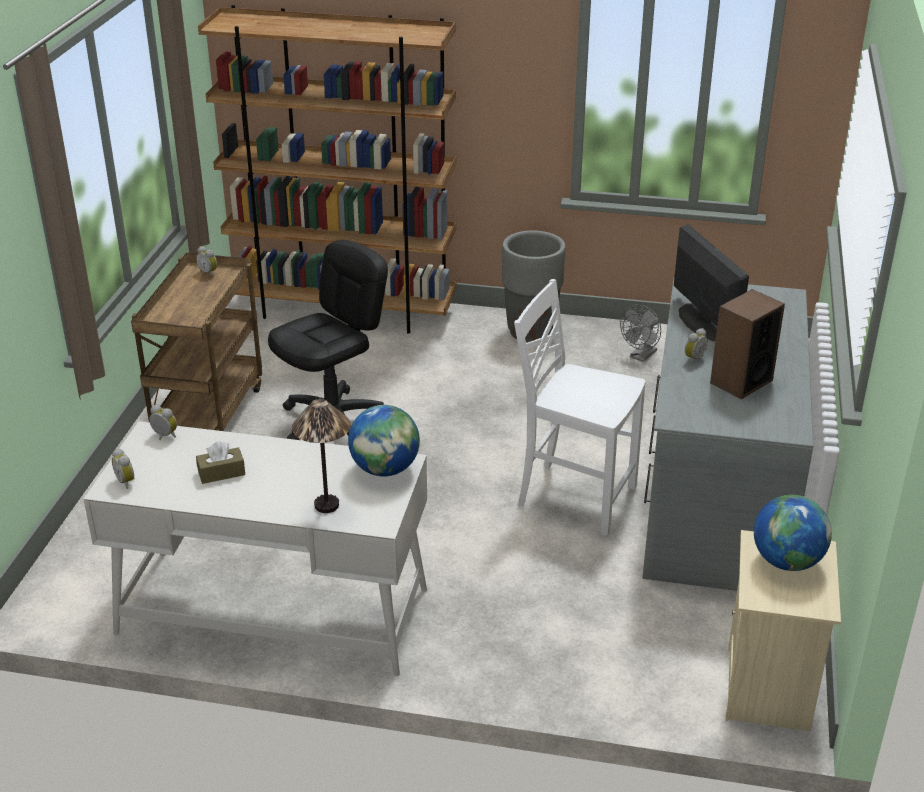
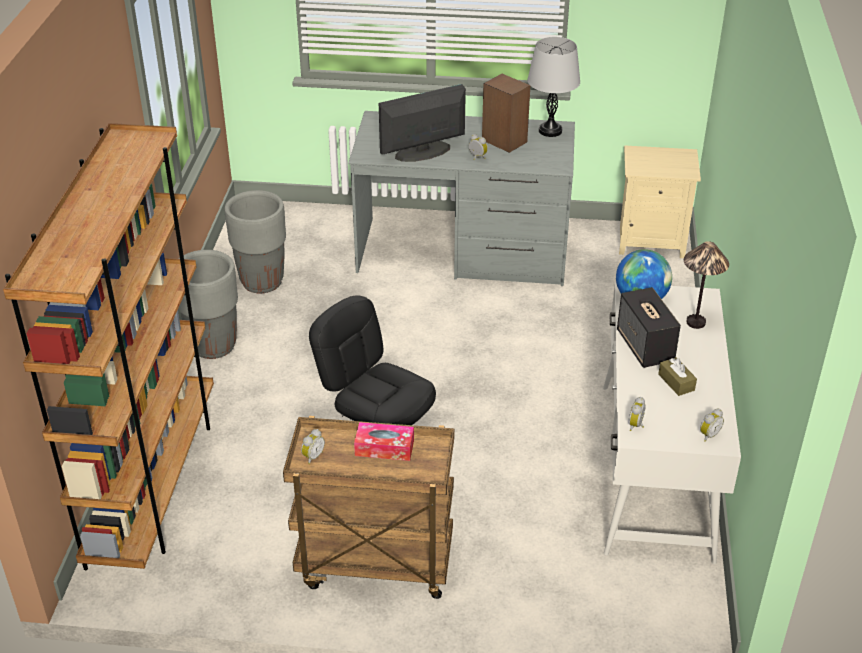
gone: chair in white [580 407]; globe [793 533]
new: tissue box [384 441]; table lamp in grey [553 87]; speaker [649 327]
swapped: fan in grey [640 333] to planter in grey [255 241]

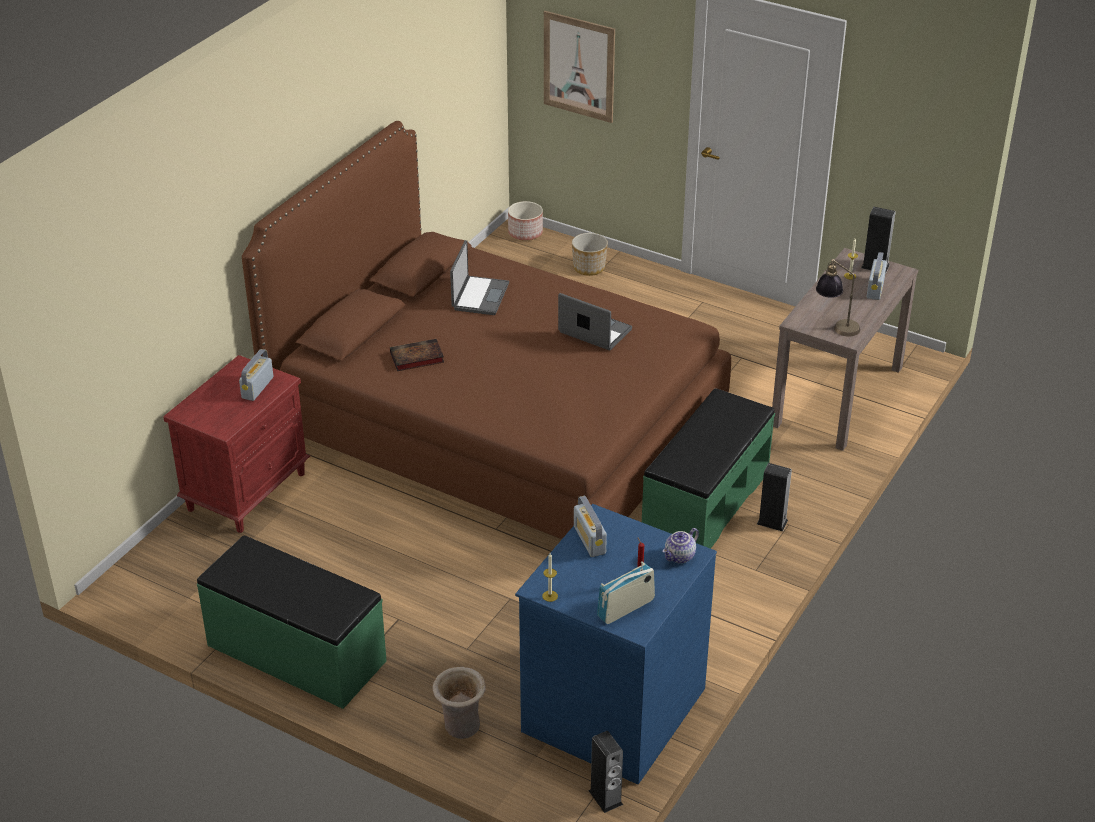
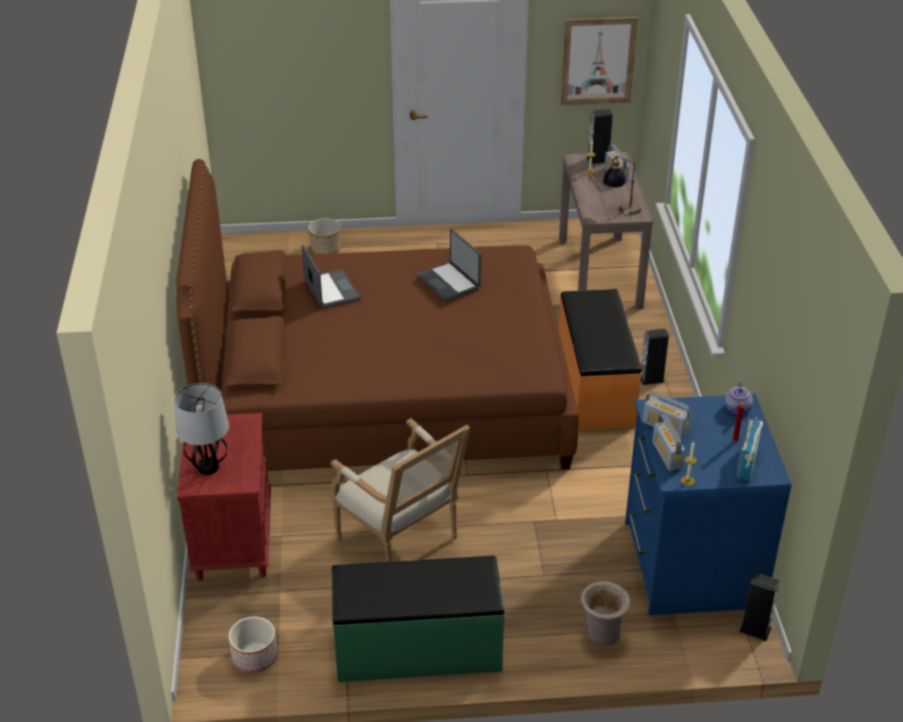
gone: book [417 355]
new: table lamp [202 429]; armchair [400 490]
shifted: radio [256 375] to [668 442]; planter [525 221] to [253 645]; picture [579 67] to [599 61]
repainted: bench in green [708 468] to bench in orange [600 360]
rotated: laptop [595 321] = [449 265] 120 degrees counterclockwise

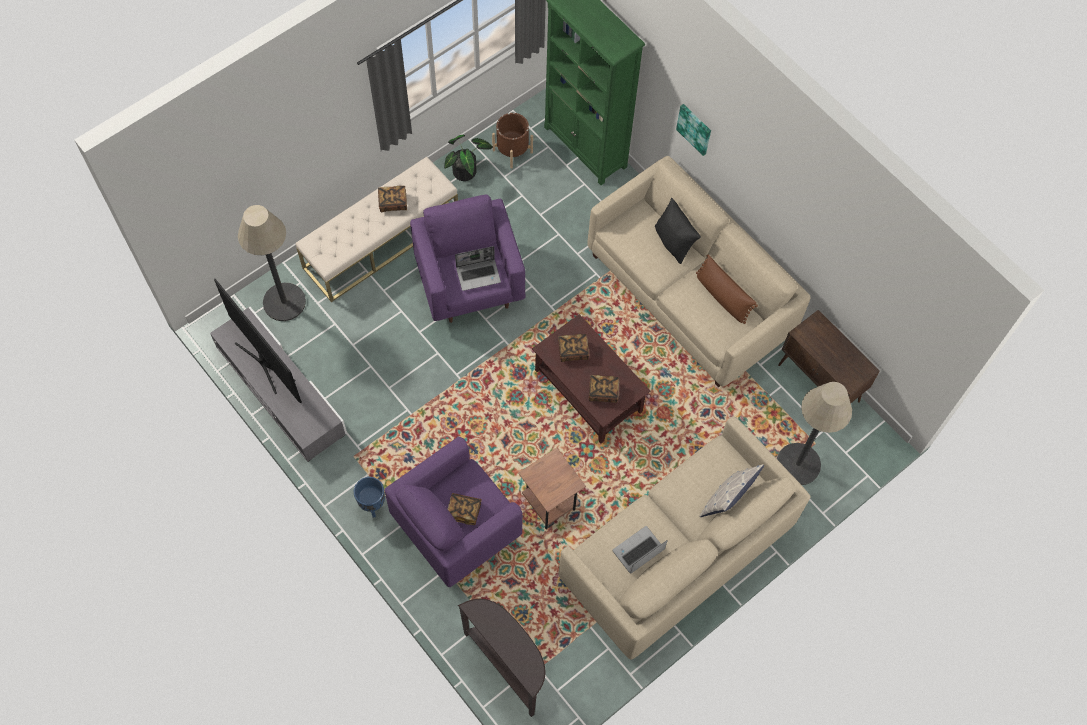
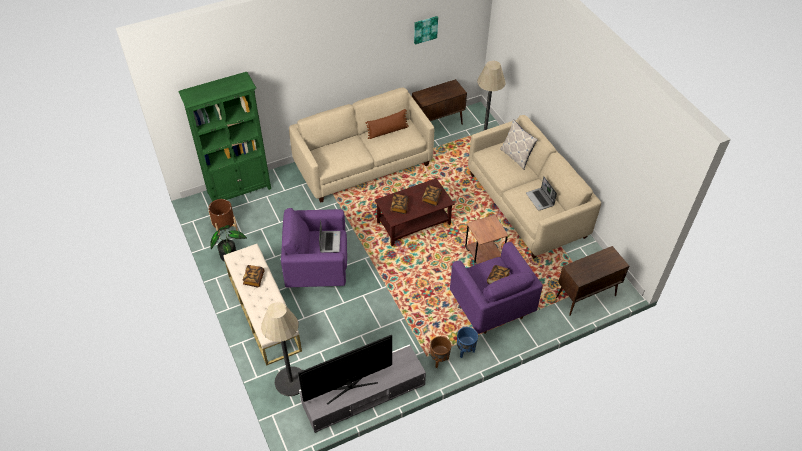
gone: pillow in black [678 231]
new: planter in brown [440 352]
shifted: picture [693 130] to [426 30]
swapped: console table in brown [501 658] to cabinet in brown [592 281]

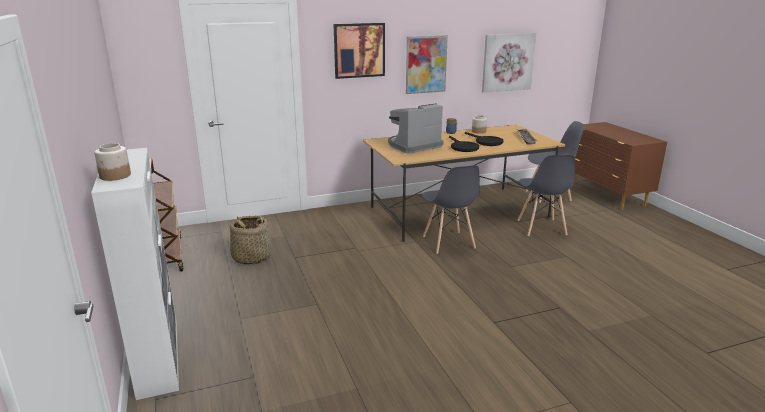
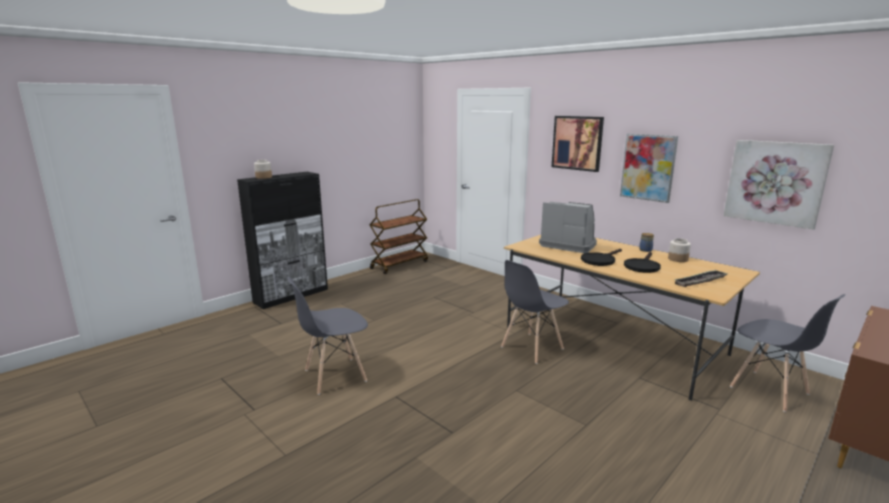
gone: basket [249 240]
shifted: chair in grey [546 195] to [327 336]
repainted: cabinet in white [135 274] to cabinet in black [282 240]

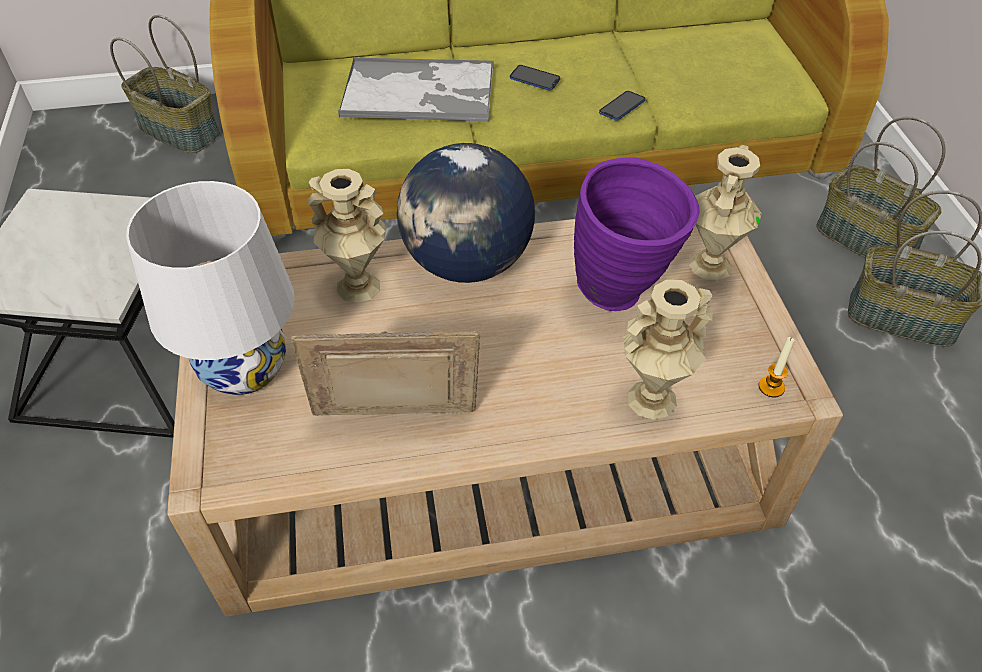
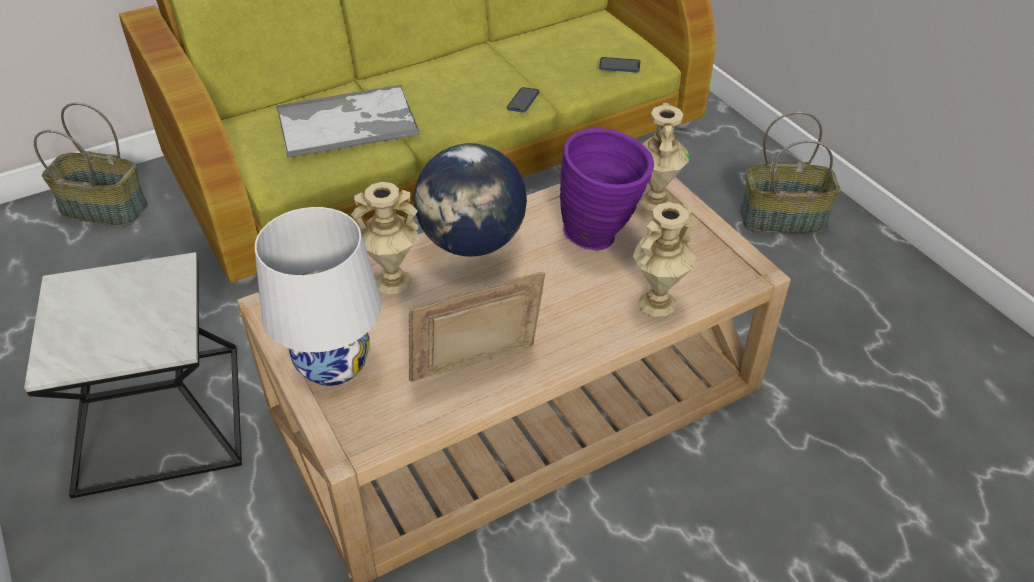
gone: candle [776 367]; basket [881 187]
shifted: phone [535 78] to [620 65]

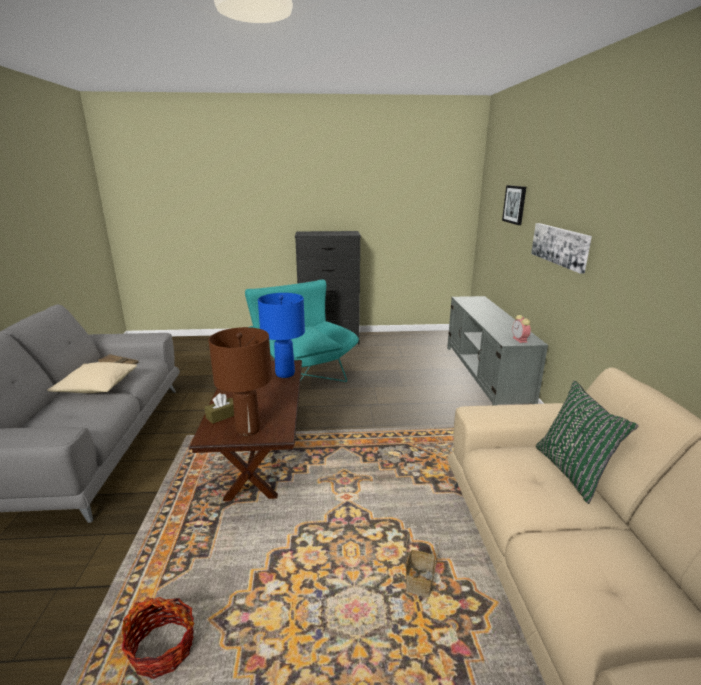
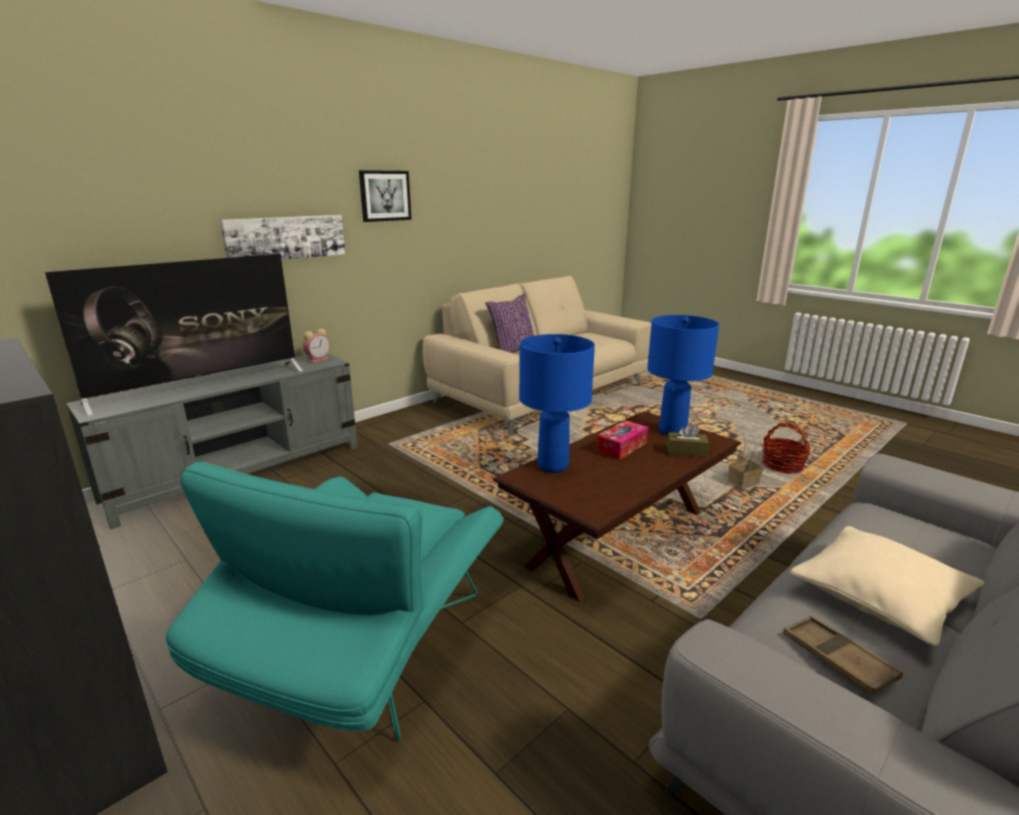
new: television [174 335]; tissue box [622 440]
shifted: basket [423 564] to [746 461]; picture [514 205] to [385 196]
repainted: table lamp in brown [240 381] to table lamp in blue [683 375]; pillow in green [587 442] to pillow in purple [510 323]

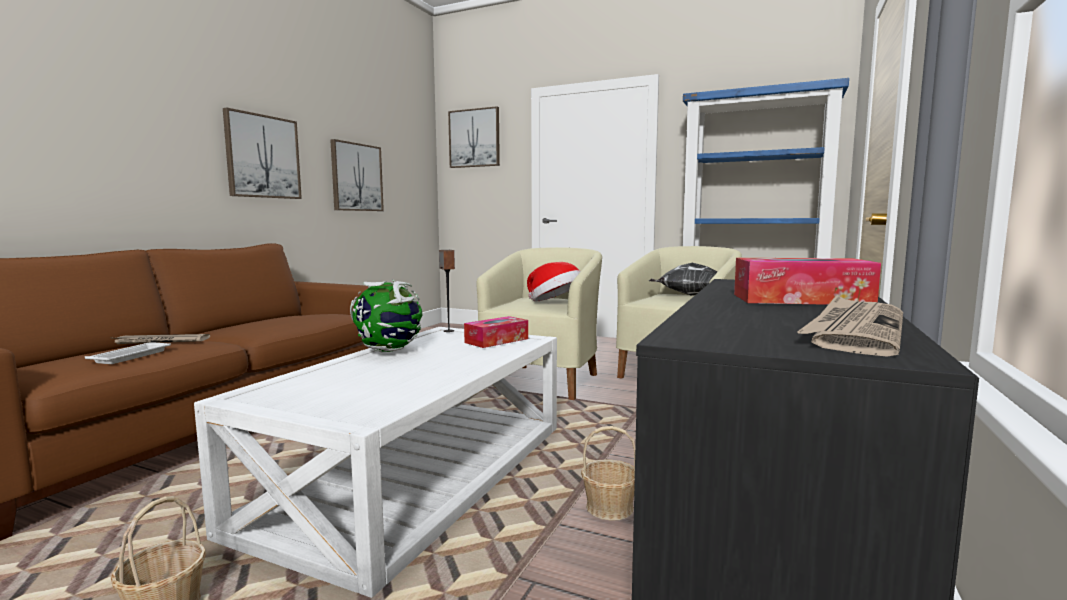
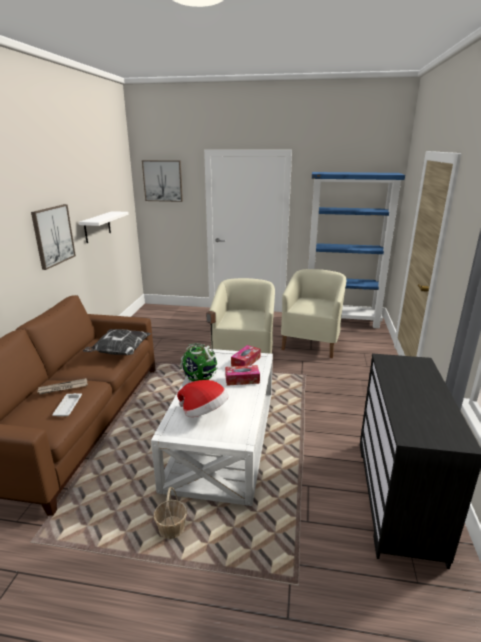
gone: basket [608 473]; newspaper [850 326]
shifted: hat [553 281] to [202 398]; pillow [683 279] to [117 342]; tissue box [807 281] to [242 375]
swapped: picture [357 175] to shelf in white [104 227]

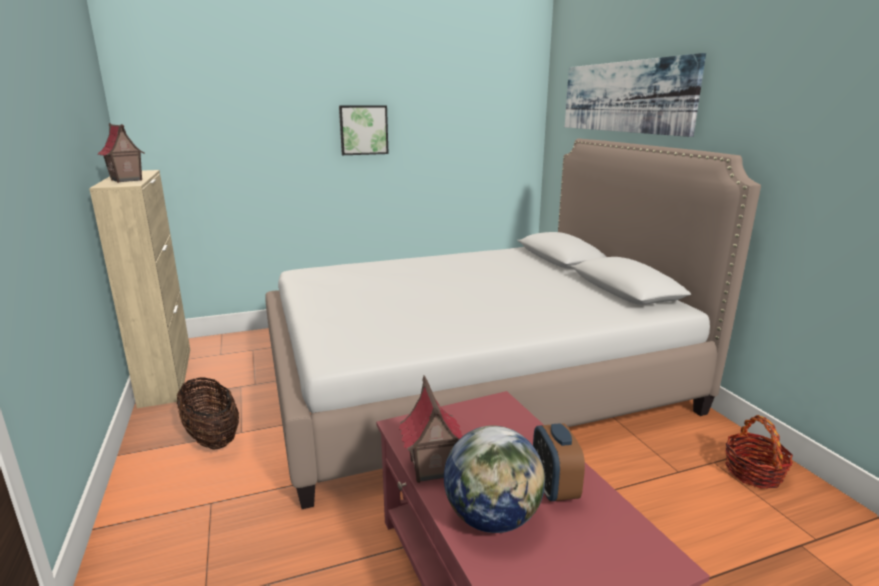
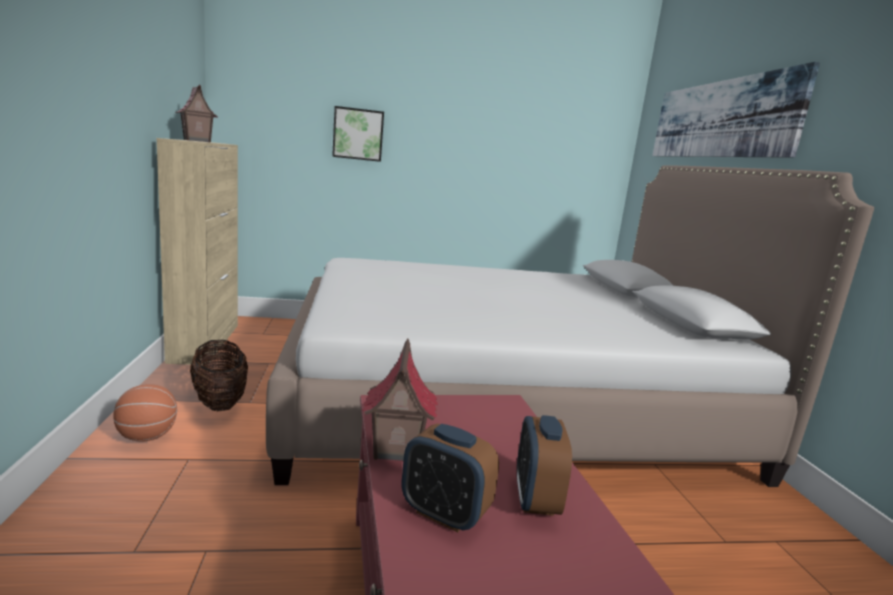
gone: basket [759 452]
new: basketball [145 413]
shifted: picture [364 130] to [358 134]
swapped: globe [494 479] to alarm clock [450 478]

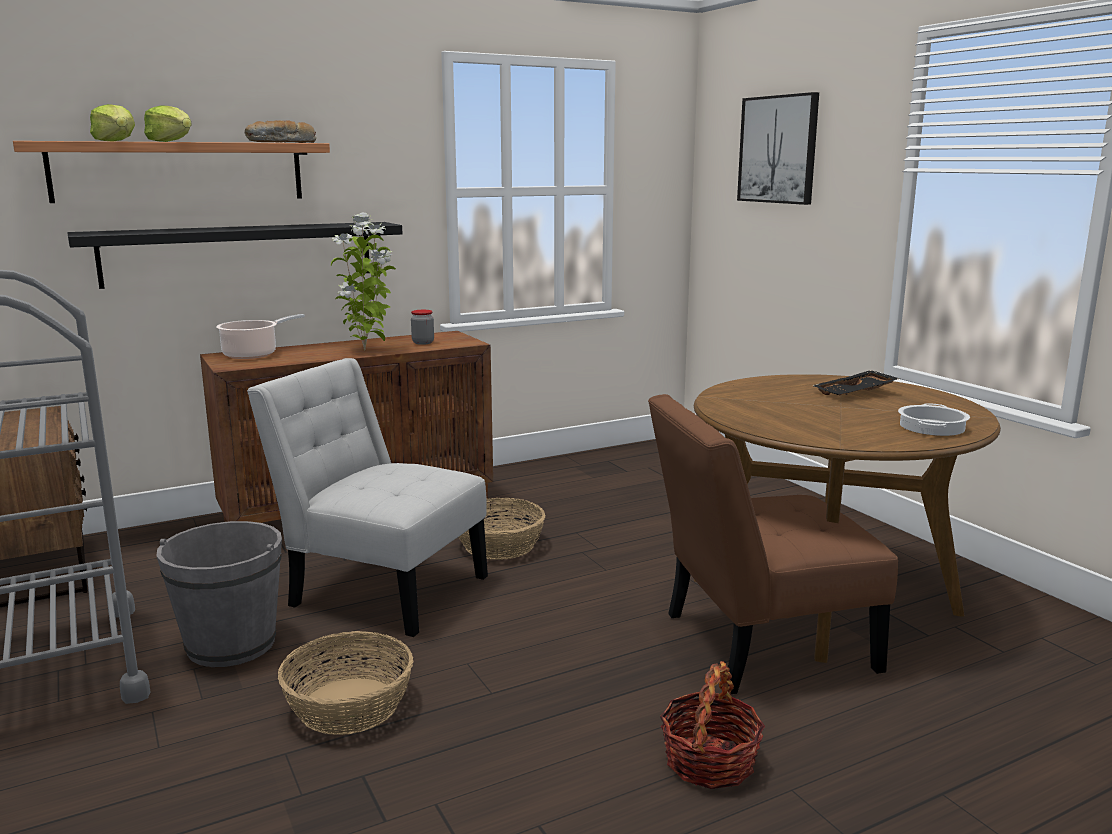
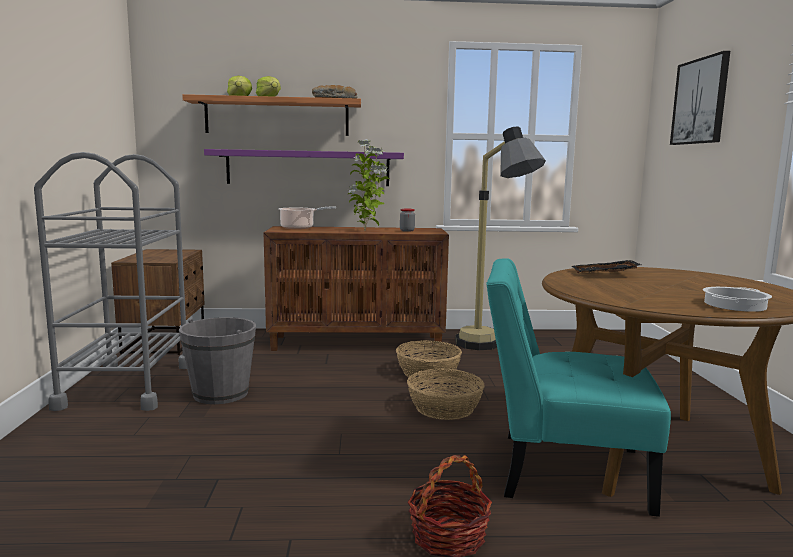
gone: chair in white [367 497]
new: floor lamp [500 238]
shifted: basket [345 683] to [446 394]; tray in black [856 382] to [606 266]
repainted: shelf in black [235 255] to shelf in purple [304 167]; chair in brown [773 544] to chair in turquoise [578 387]

